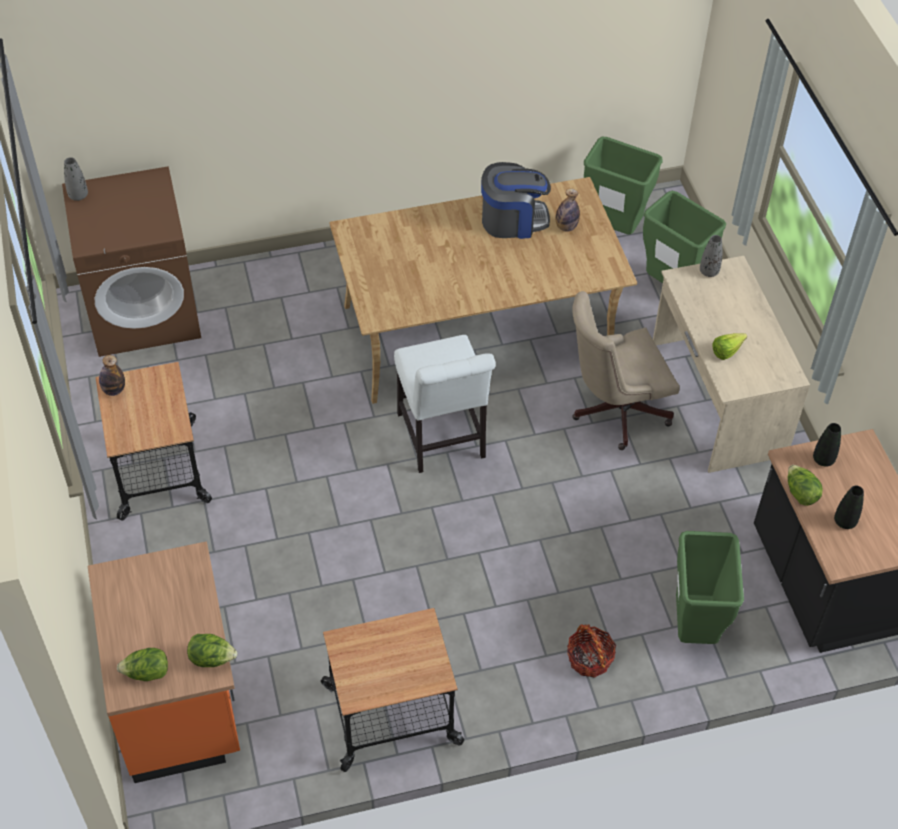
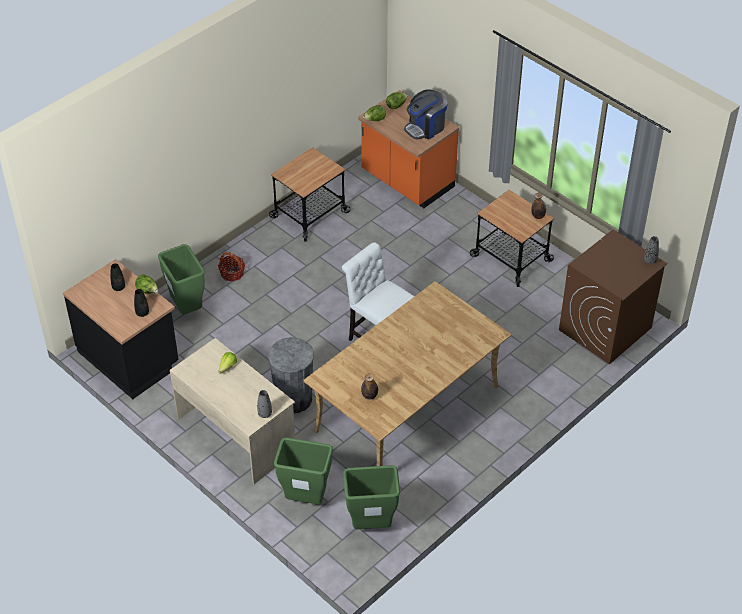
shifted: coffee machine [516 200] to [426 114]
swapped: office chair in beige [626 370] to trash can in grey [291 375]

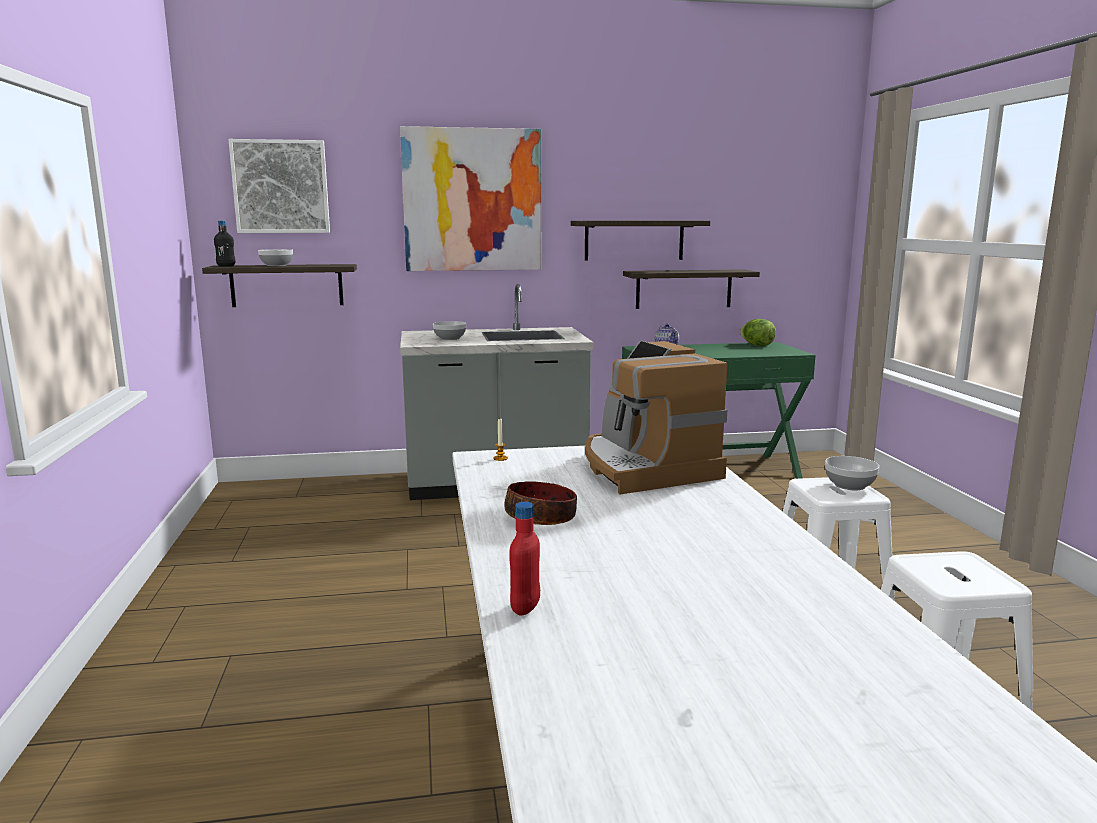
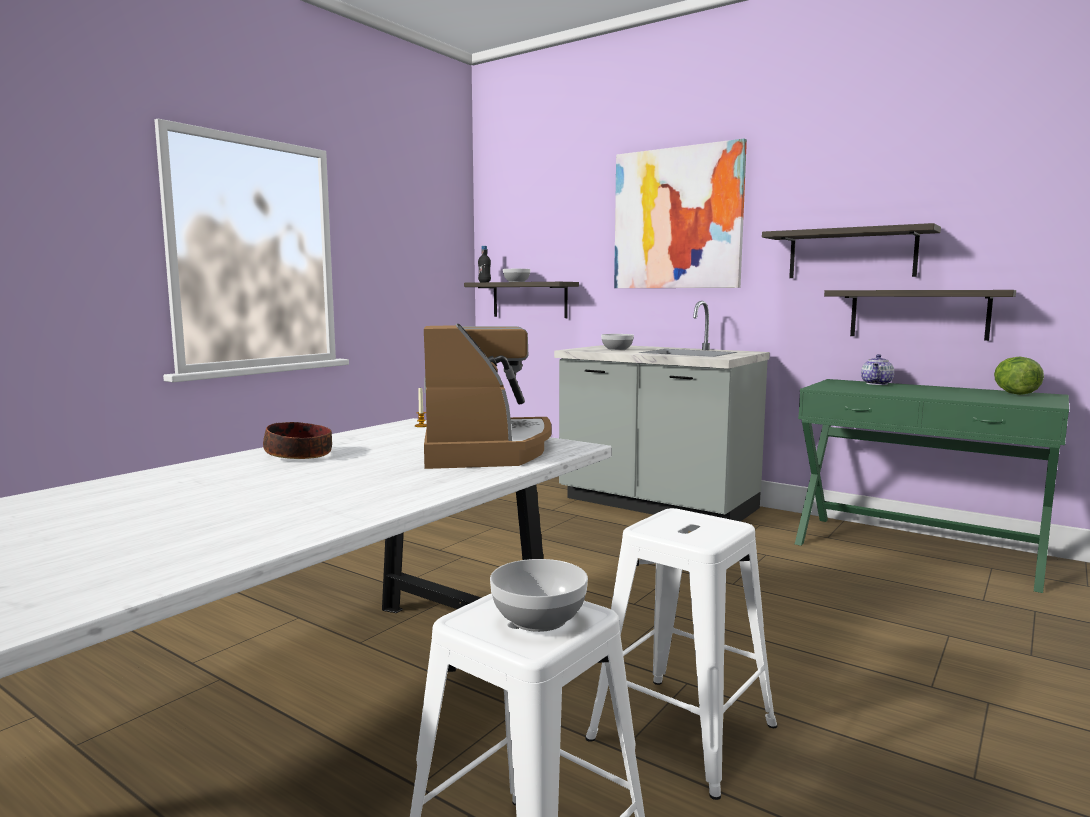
gone: picture [279 186]; bottle in red [524 559]
shifted: bowl [852 473] to [539 595]
rotated: coffee machine [656 417] = [487 396] 150 degrees clockwise

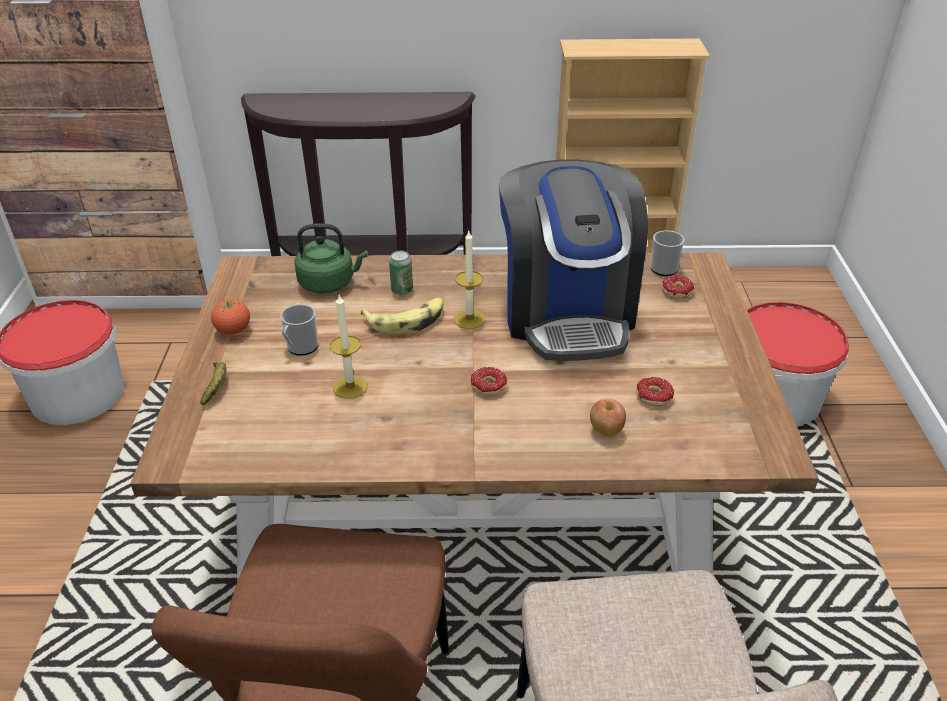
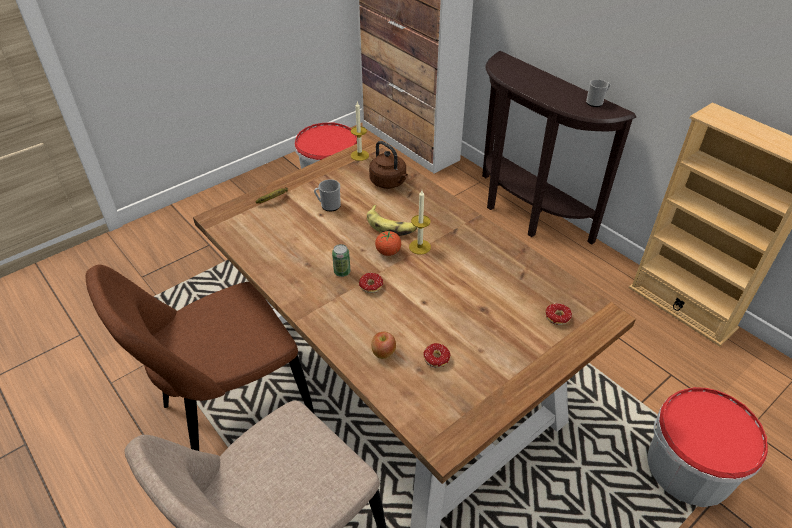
gone: coffee machine [573 260]
shifted: tomato [230 317] to [388 243]; candle [349 347] to [360 131]; can [401 272] to [341 260]; mug [667 253] to [598 93]
repainted: kettle in green [330 258] to kettle in brown [388 165]

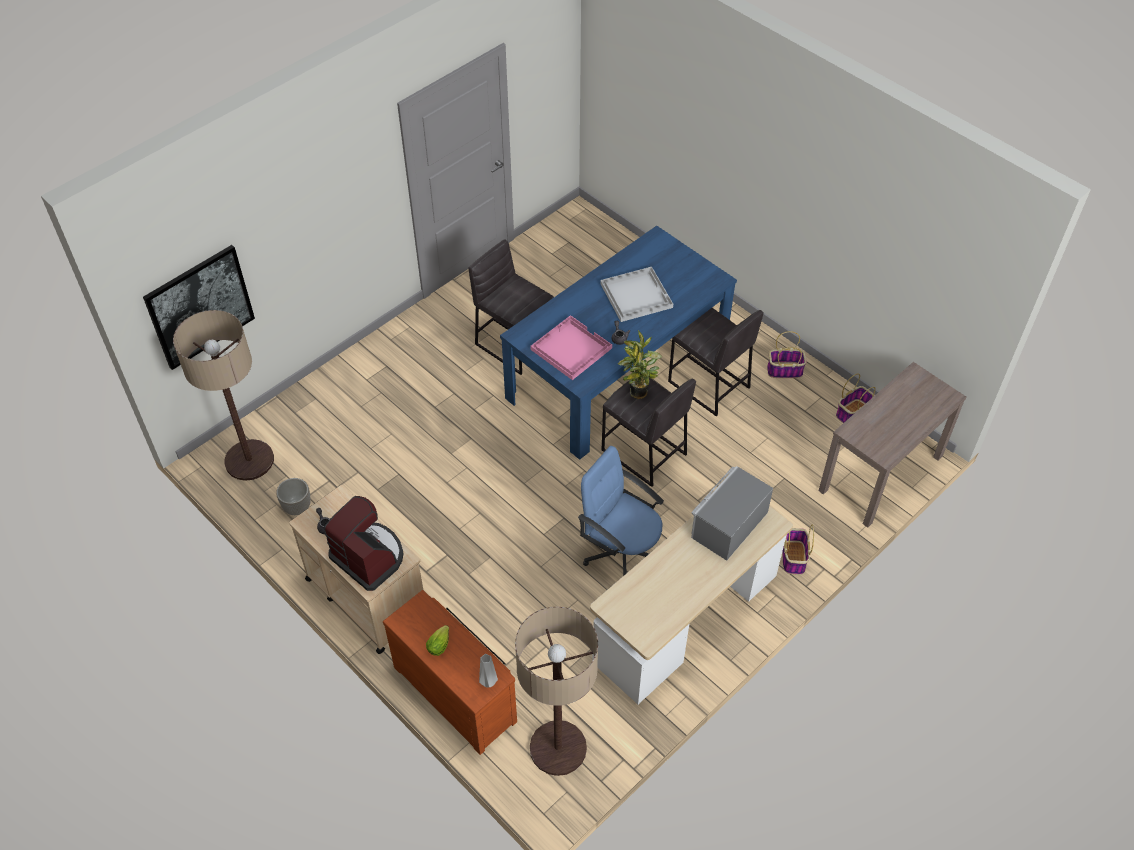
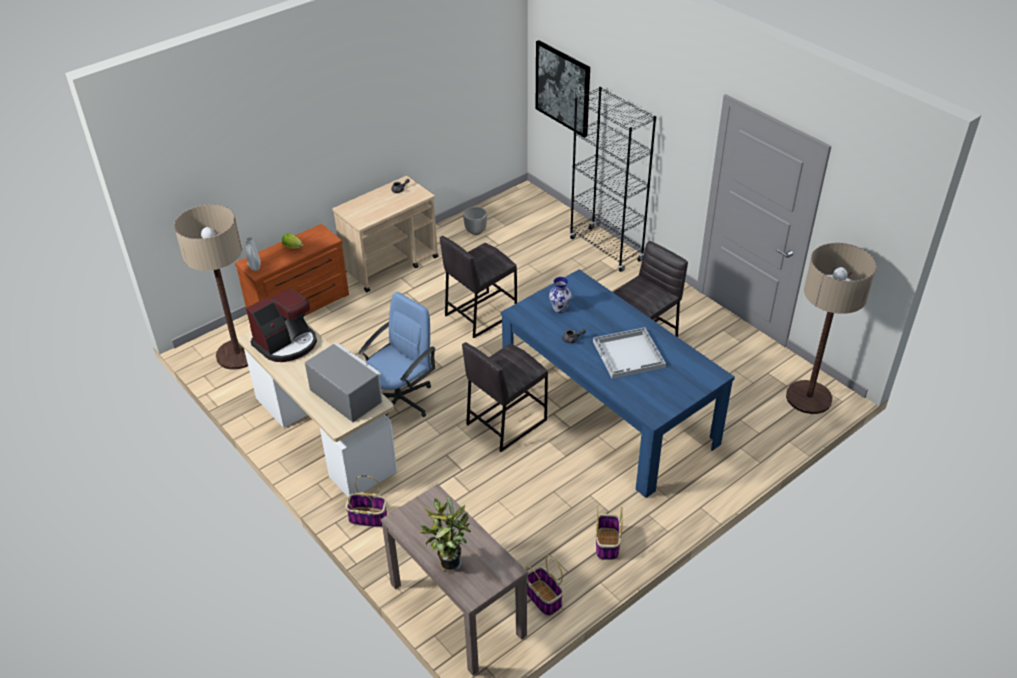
new: bookcase in black [613 179]
shifted: floor lamp [223 395] to [831 328]; coffee machine [364 543] to [281 325]; potted plant [640 364] to [445 534]; stool in grey [716 362] to [478 287]
swapped: tray in pink [571 347] to vase [560 295]

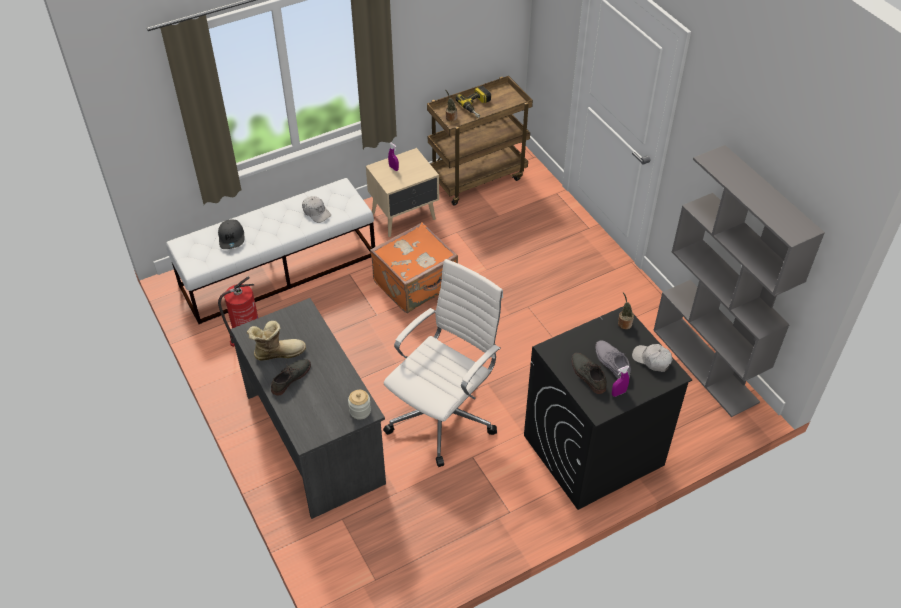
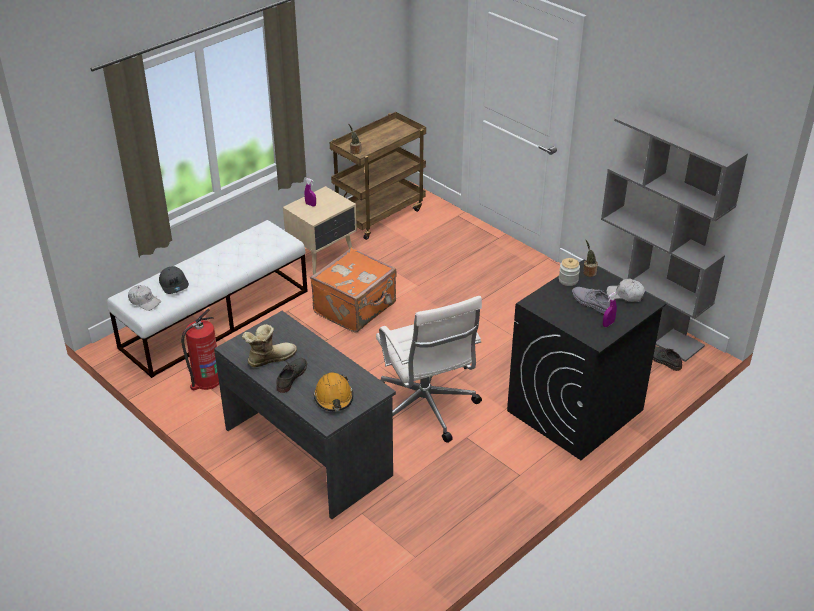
gone: power drill [473 102]
new: hard hat in orange [333 391]
shifted: cap in white [316 209] to [144 298]; jar [359 405] to [569 272]; shoe in grey [589 373] to [667 358]
rotated: office chair in white [443 363] = [429 369] 135 degrees clockwise

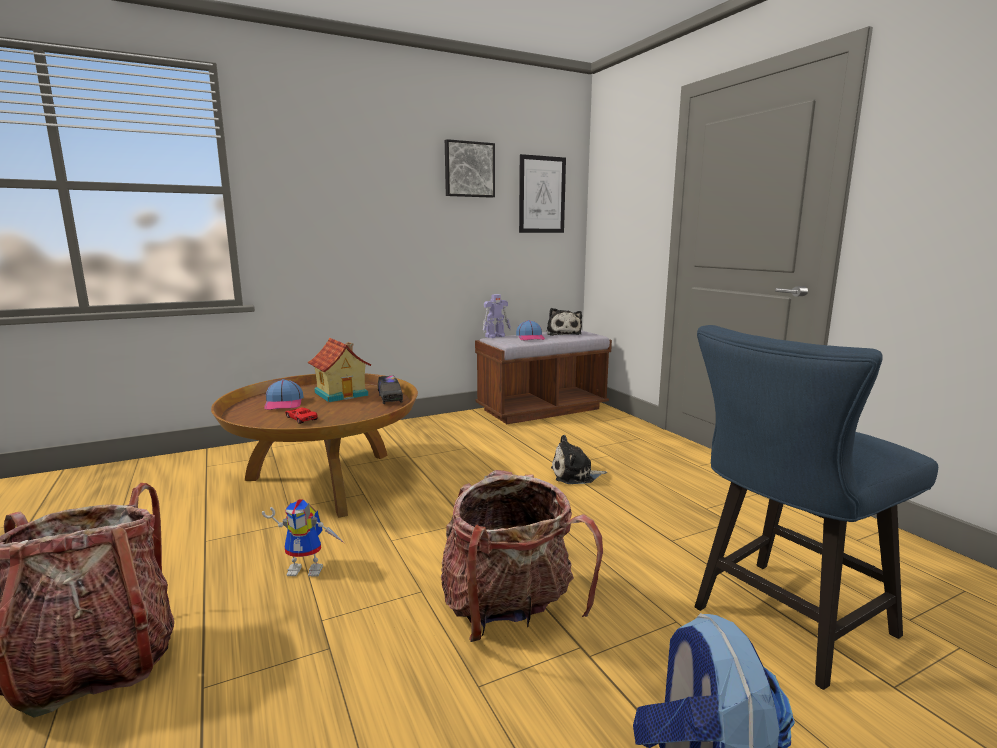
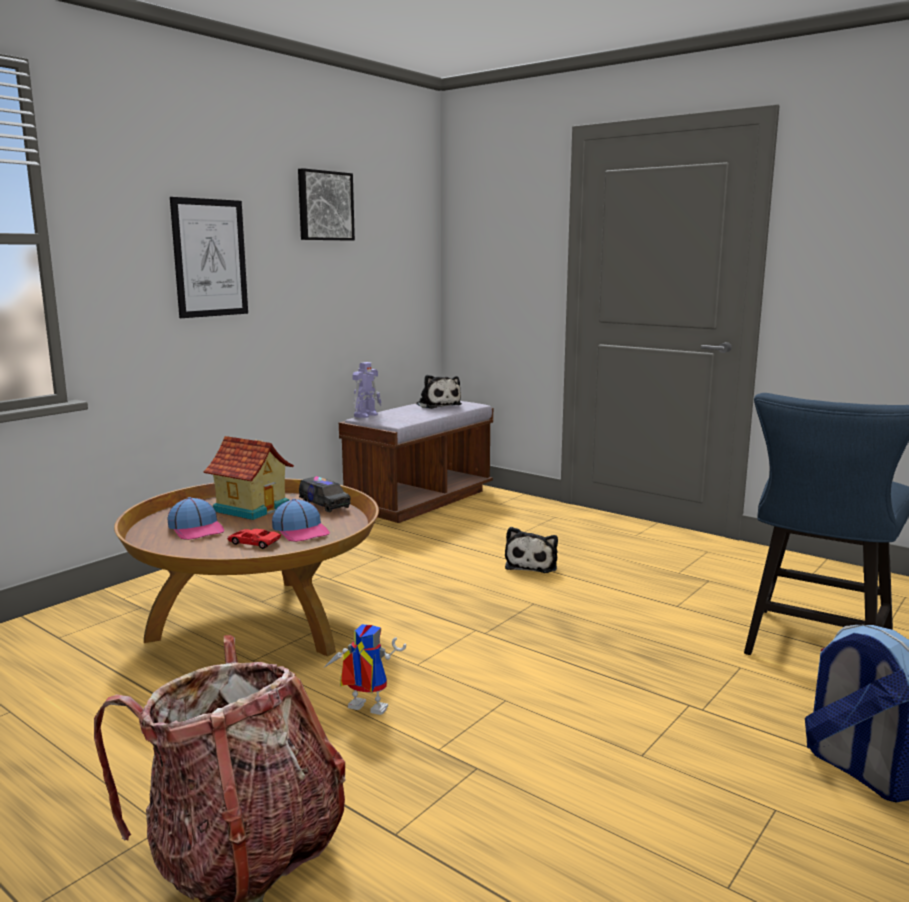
gone: backpack [522 556]
shifted: cap [530 330] to [301 520]; picture [542 193] to [209 257]
rotated: toy robot [303 538] = [364 669] 135 degrees counterclockwise; plush toy [579 459] = [531 550] 45 degrees counterclockwise

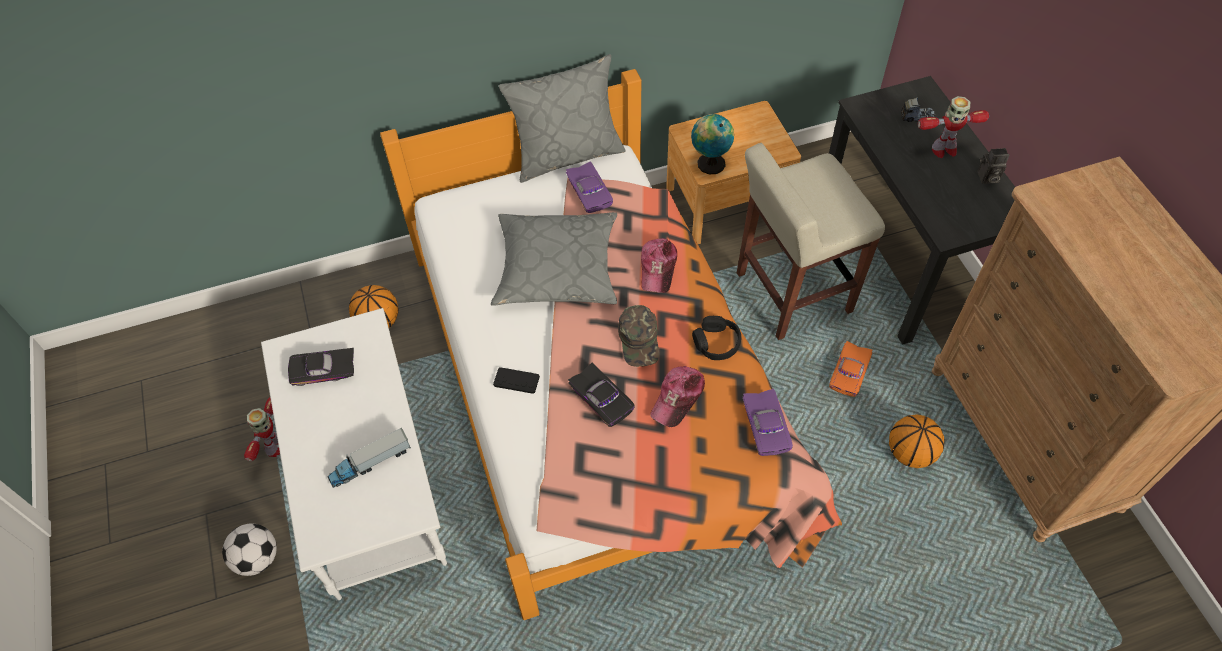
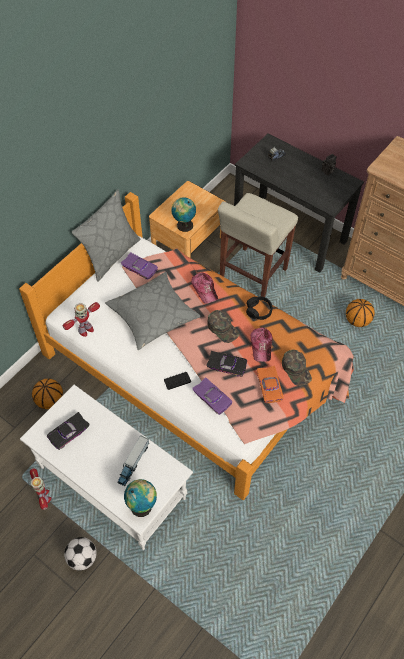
new: globe [140 498]; cap in green [297 368]
shifted: toy car in purple [768 422] to [212 396]; toy car in orange [850 369] to [270 384]; toy robot [953 127] to [81 319]

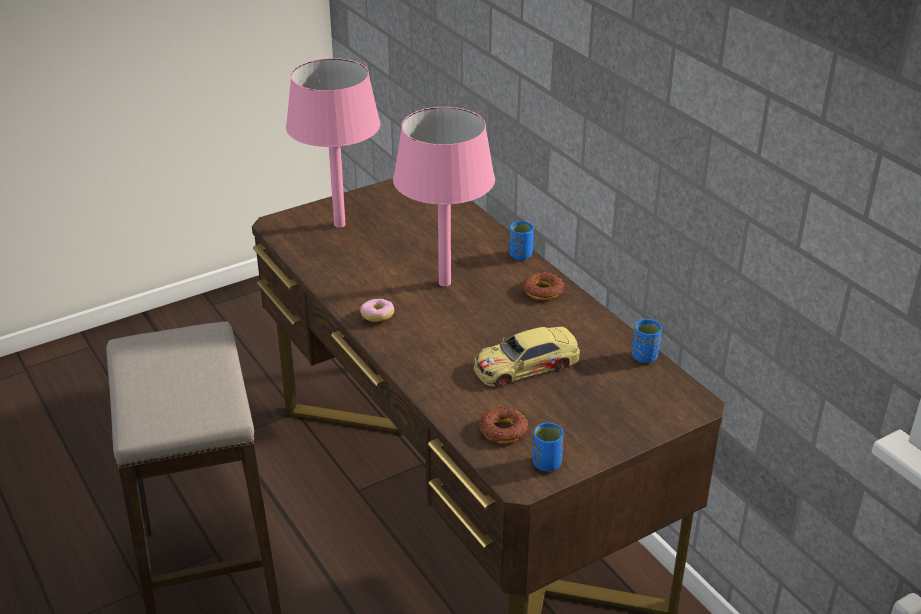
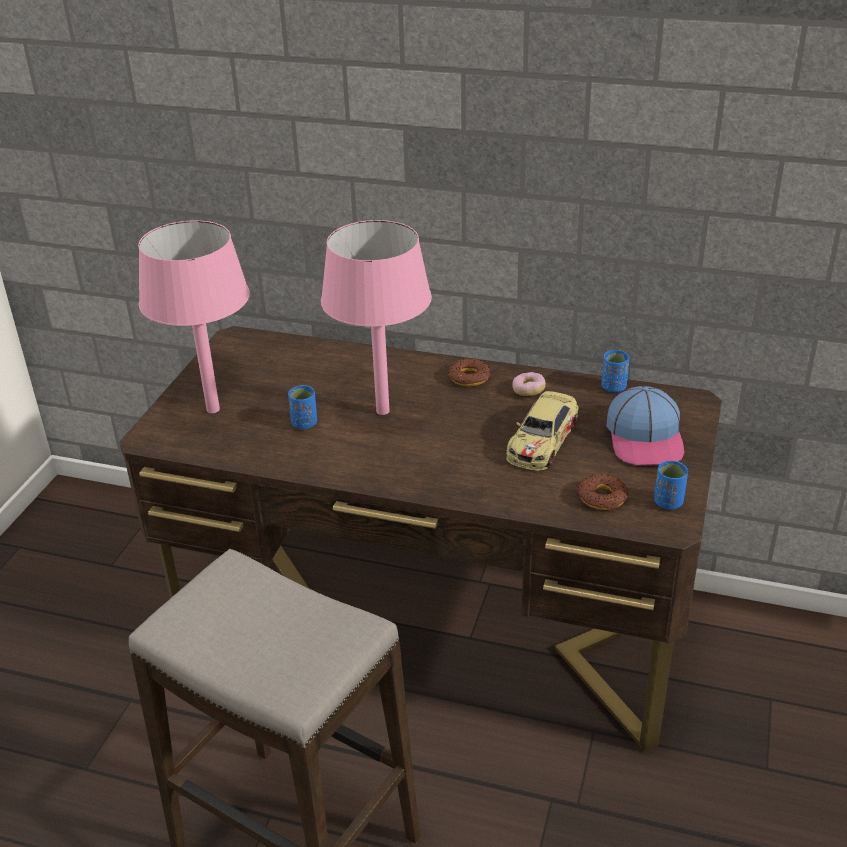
new: cap [645 426]
shifted: donut [377 310] to [529 384]; cup in blue [521 240] to [302 407]

